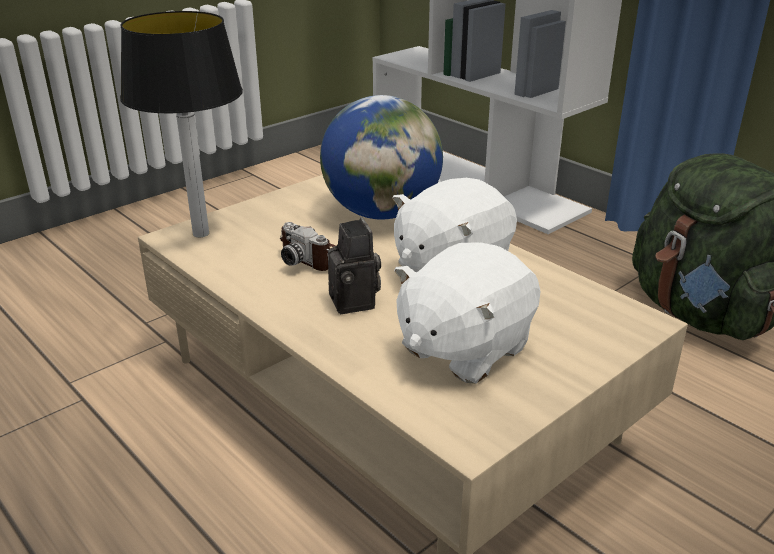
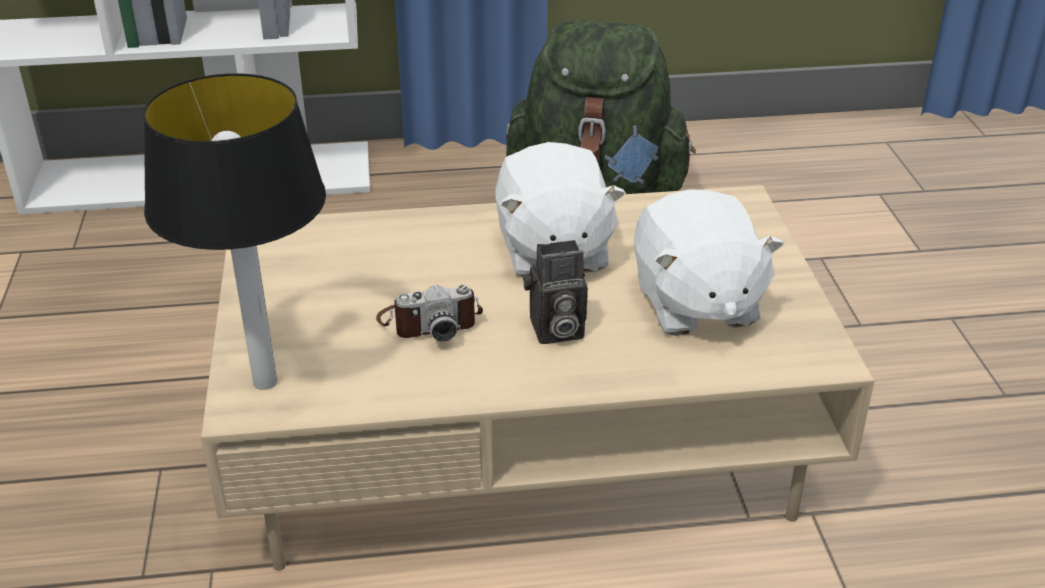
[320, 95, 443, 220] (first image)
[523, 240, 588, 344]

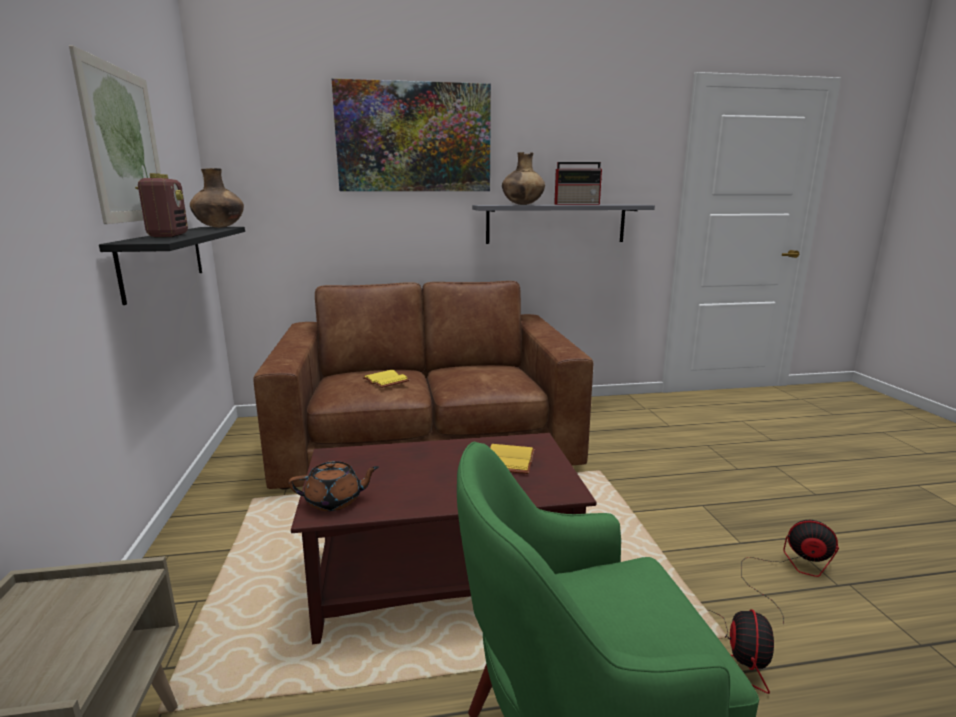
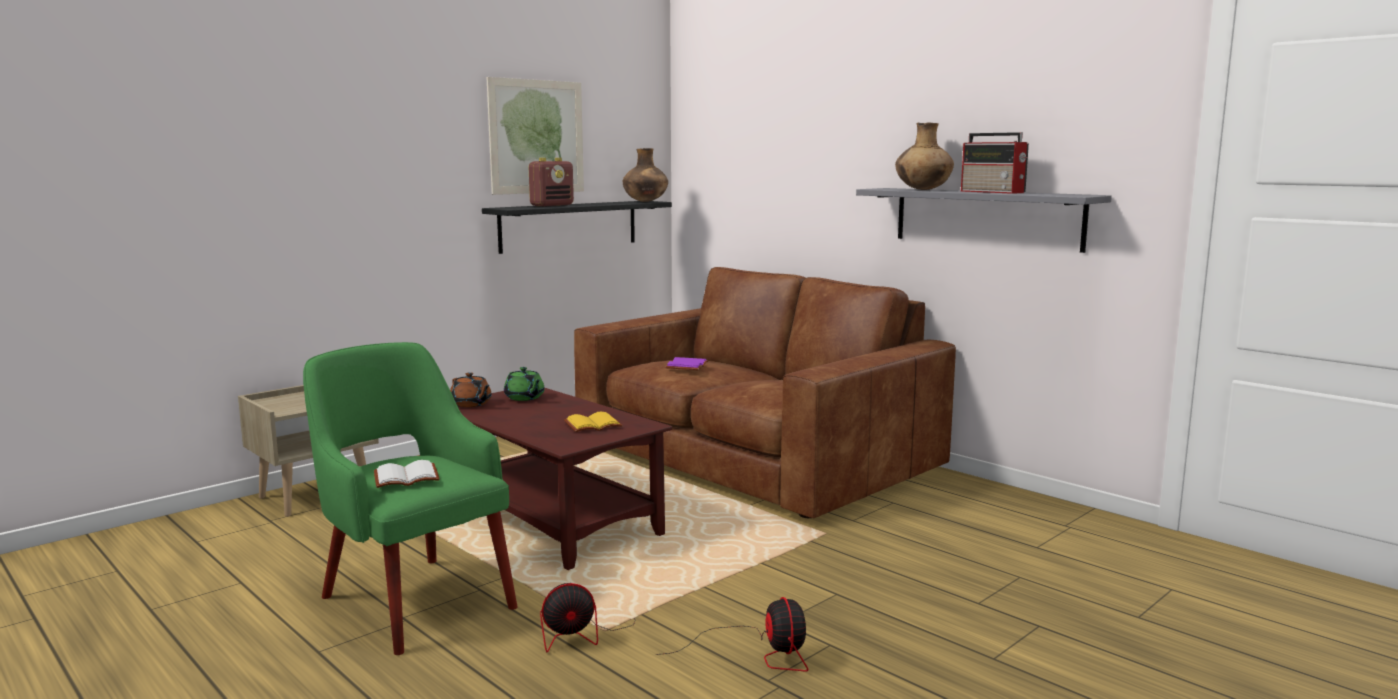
[331, 78, 491, 191] (first image)
[374, 460, 440, 488]
[504, 367, 545, 401]
[665, 357, 708, 370]

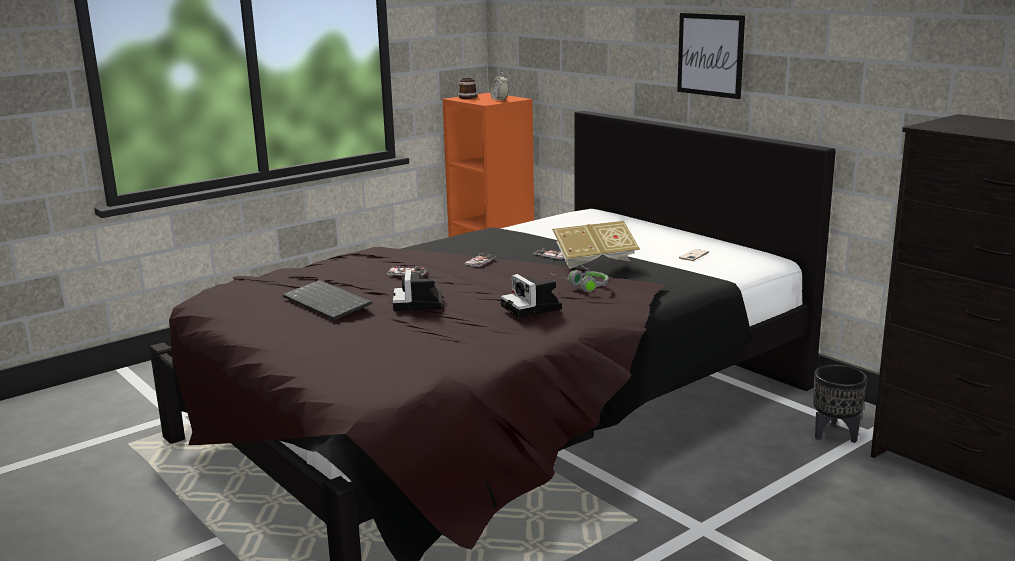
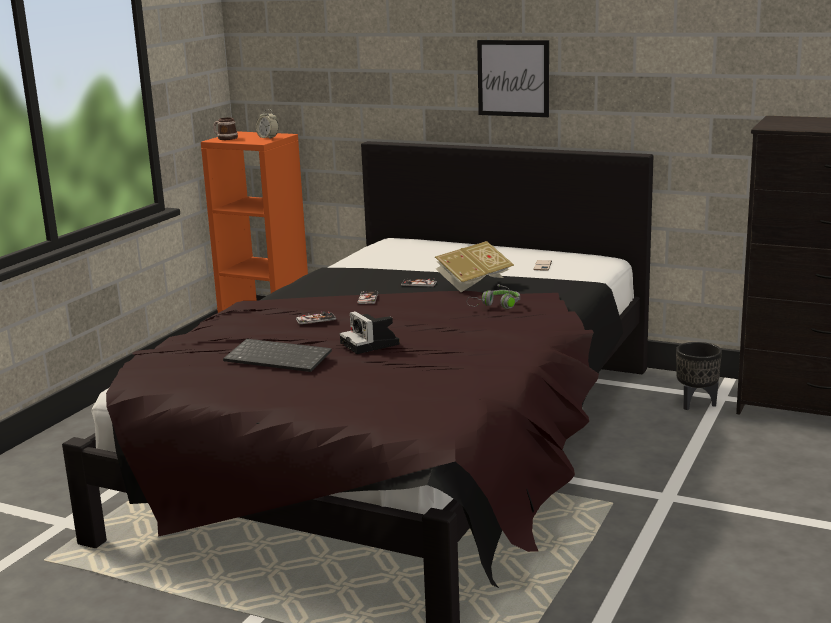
[501, 274, 562, 318] (first image)

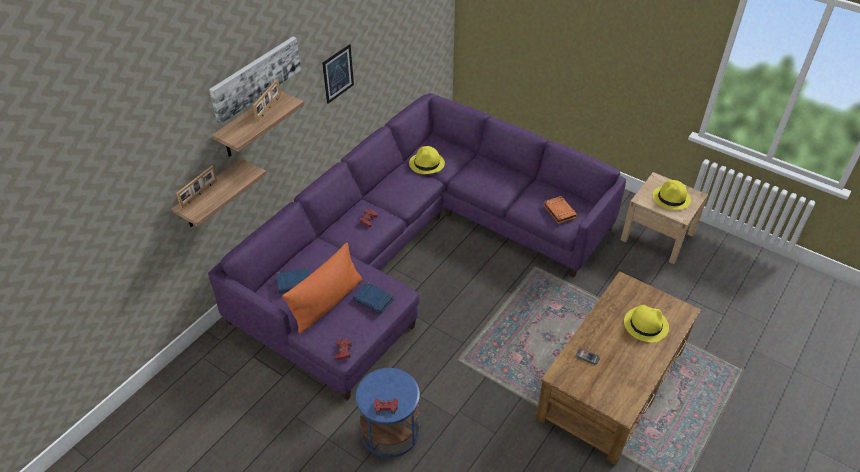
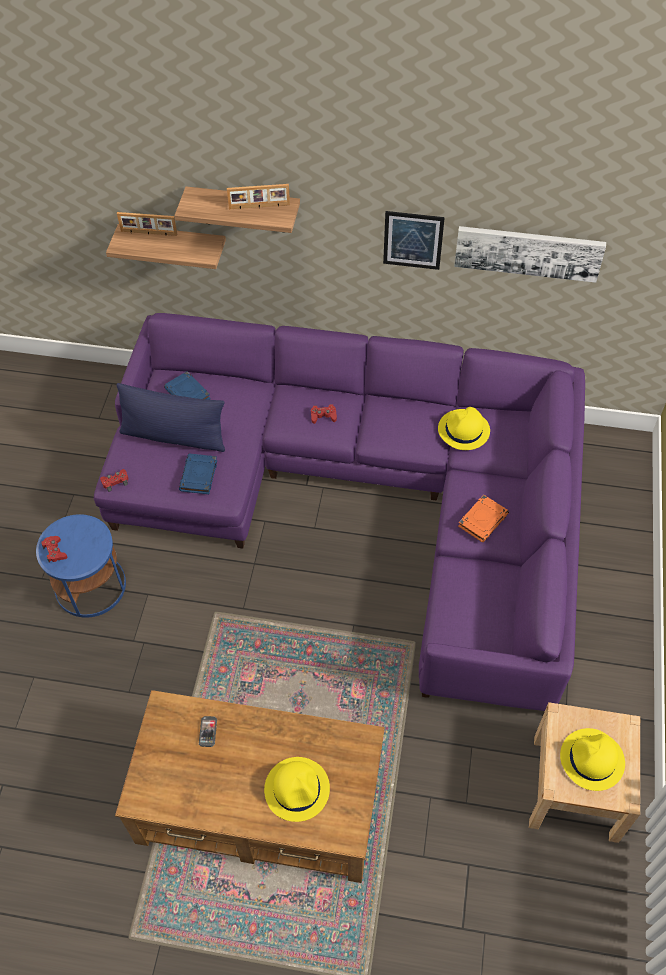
[454, 226, 606, 283]
[458, 495, 509, 542]
[117, 383, 225, 452]

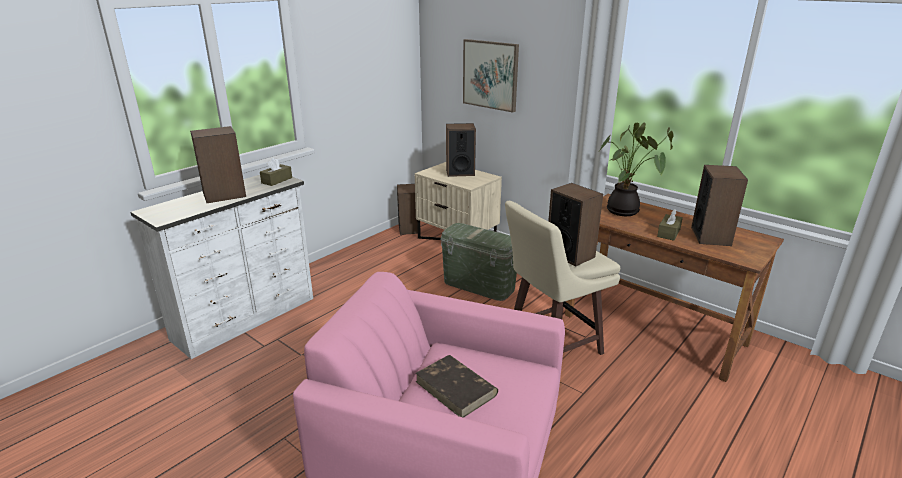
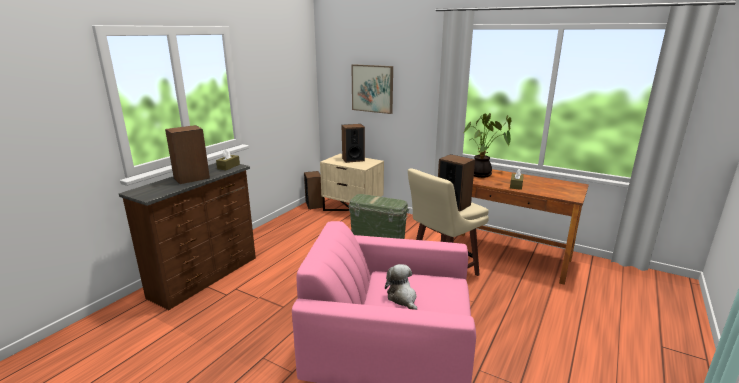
[691, 165, 748, 246] (first image)
[385, 264, 417, 310]
[119, 163, 256, 310]

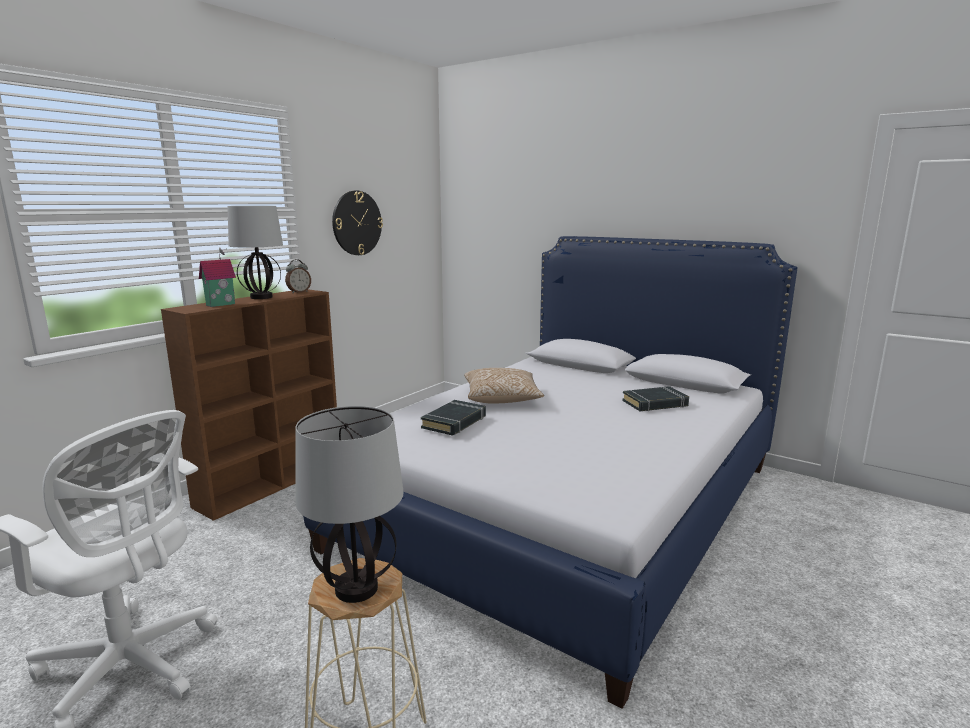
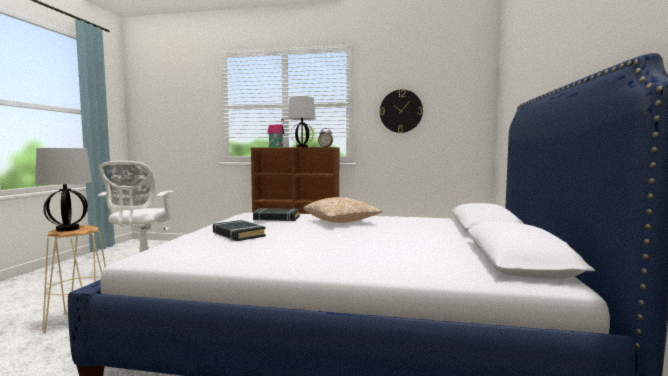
[213, 220, 266, 241]

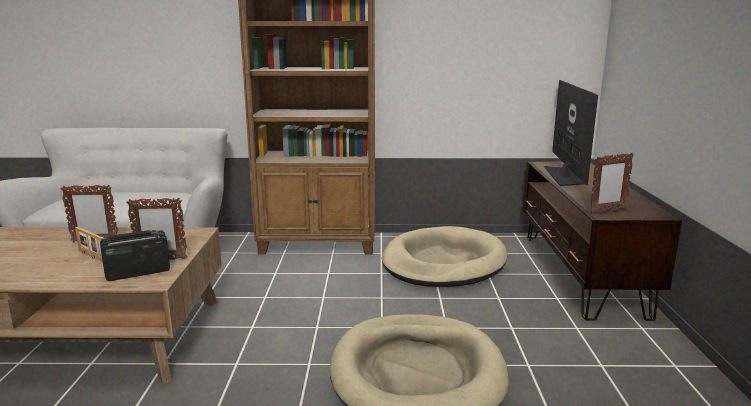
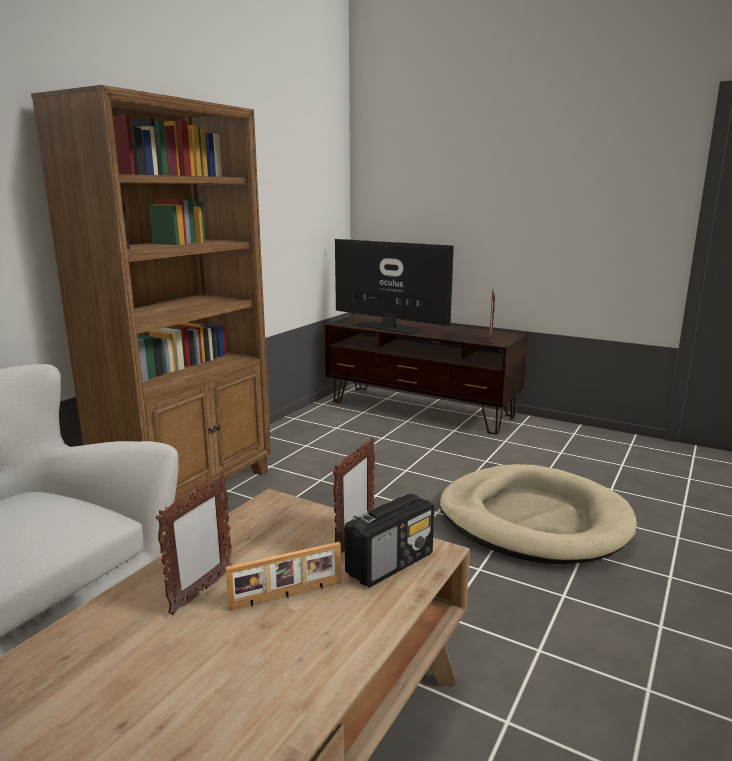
[382, 226, 507, 287] (first image)
[345, 493, 434, 587]

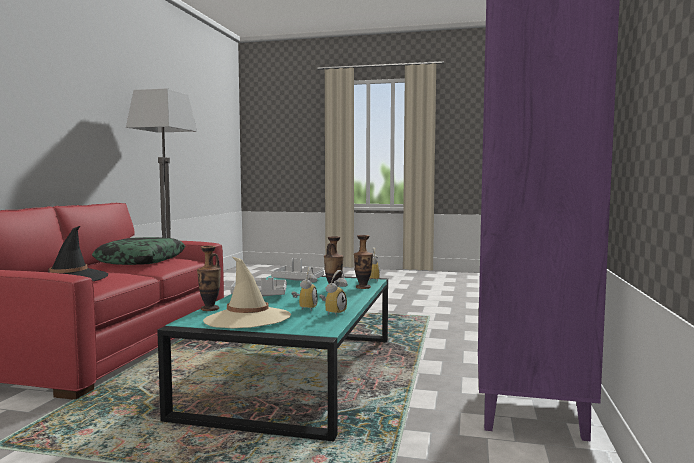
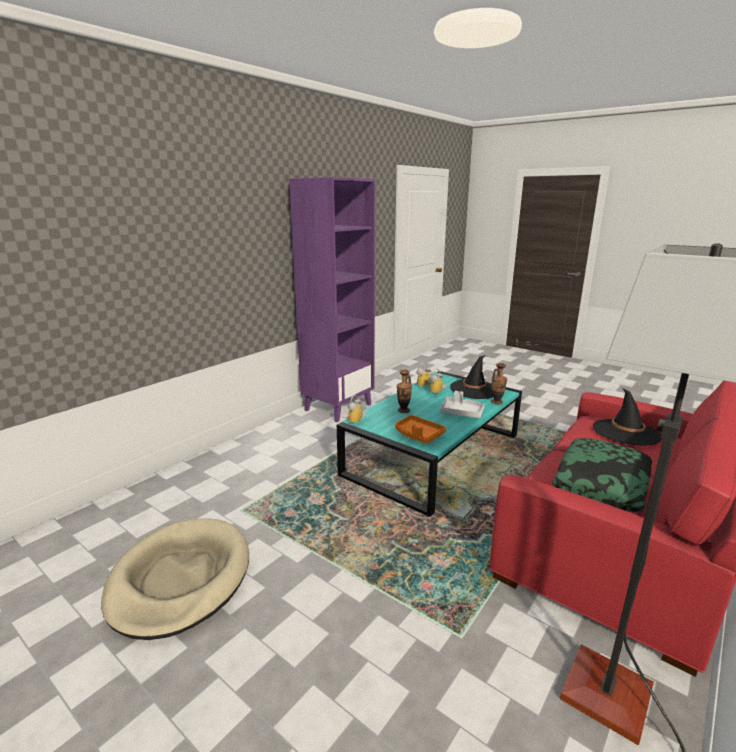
[354, 235, 373, 289] (first image)
[101, 518, 249, 640]
[450, 355, 493, 399]
[395, 415, 446, 444]

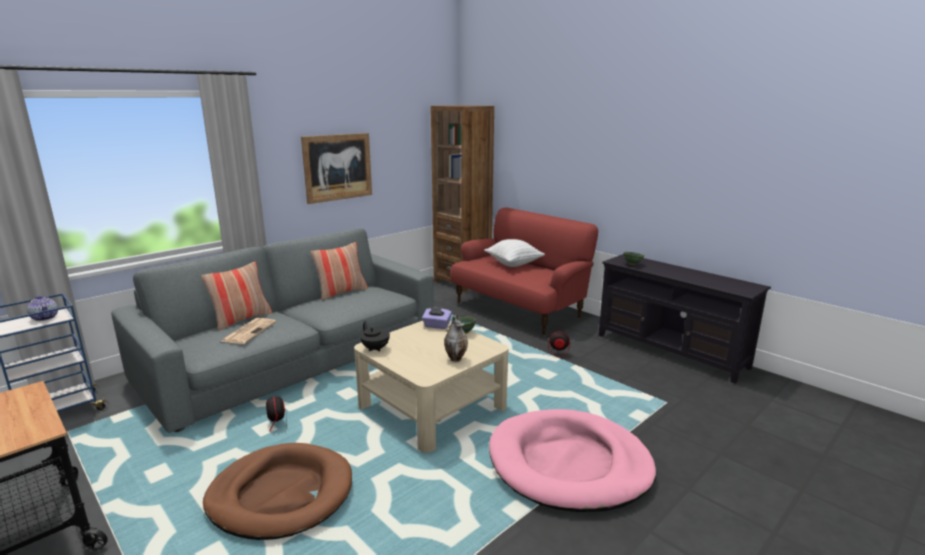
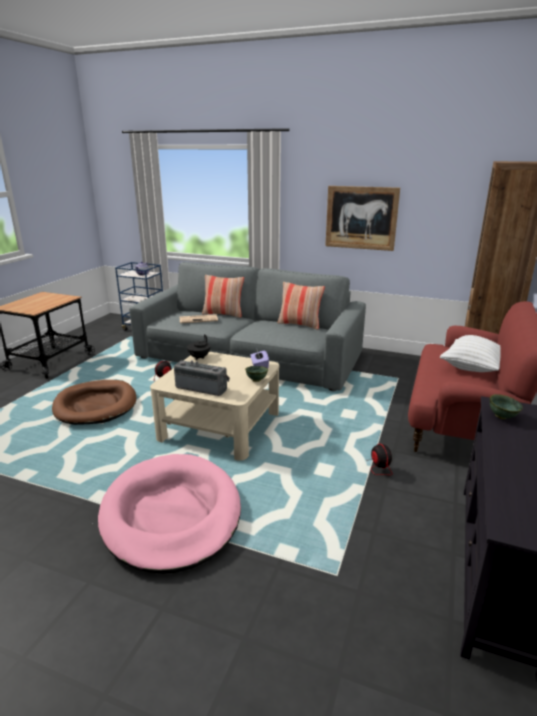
[174, 360, 230, 396]

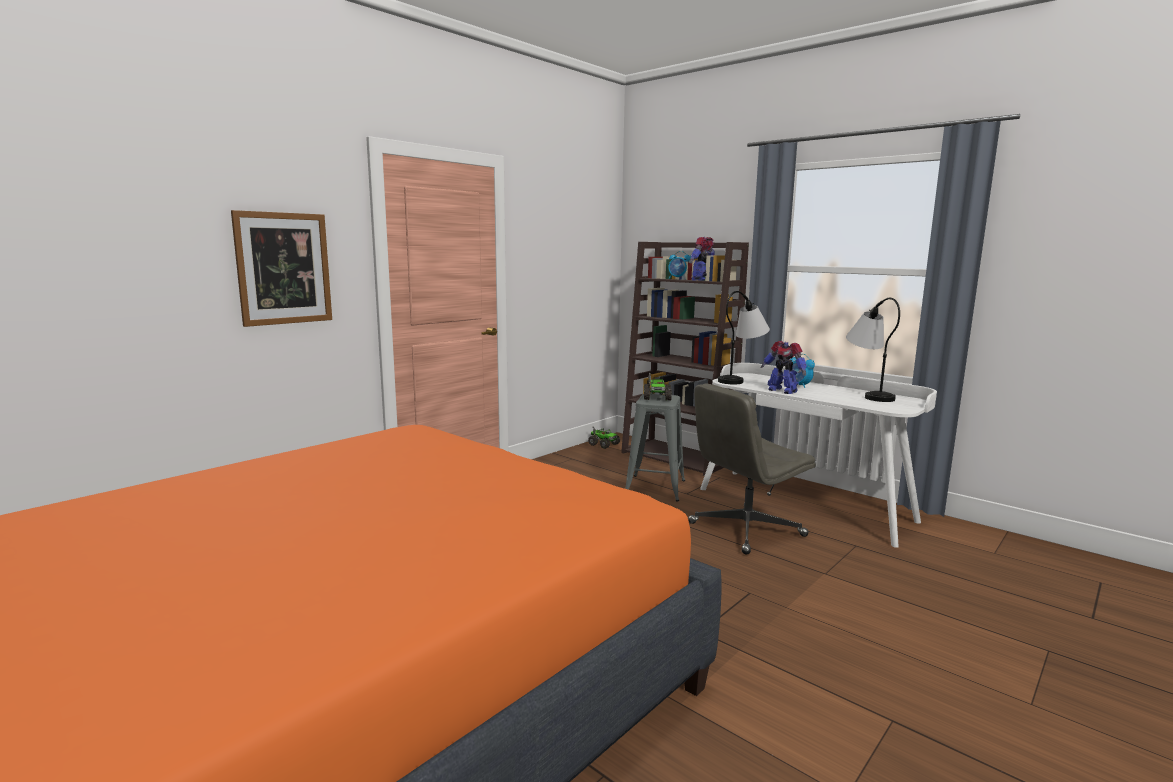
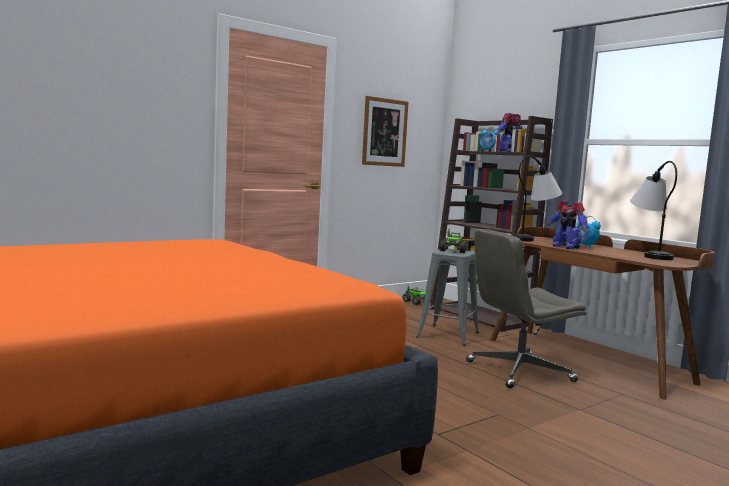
[362, 96, 408, 167]
[490, 227, 715, 400]

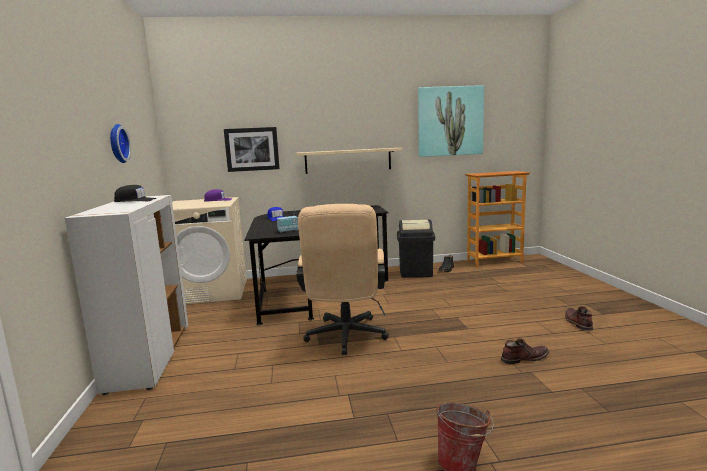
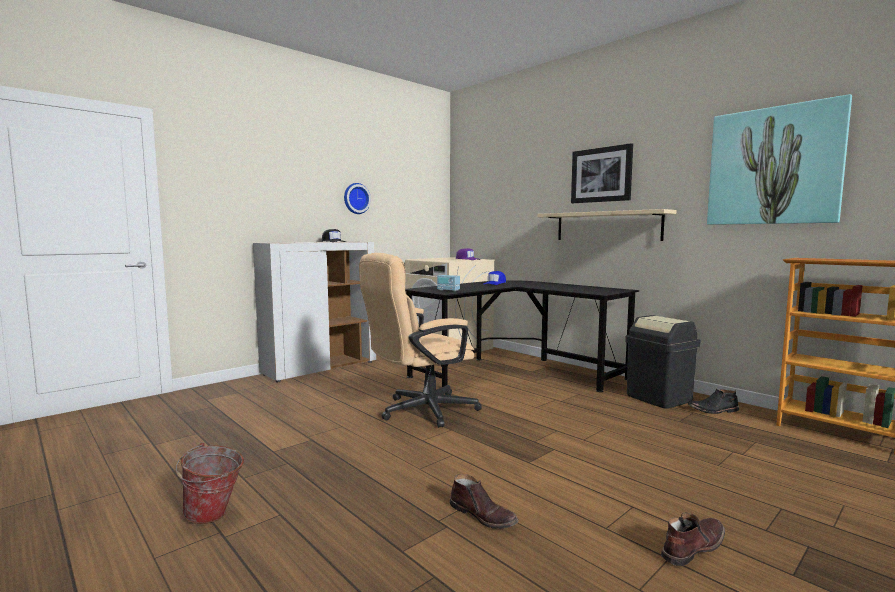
[571, 143, 633, 203]

